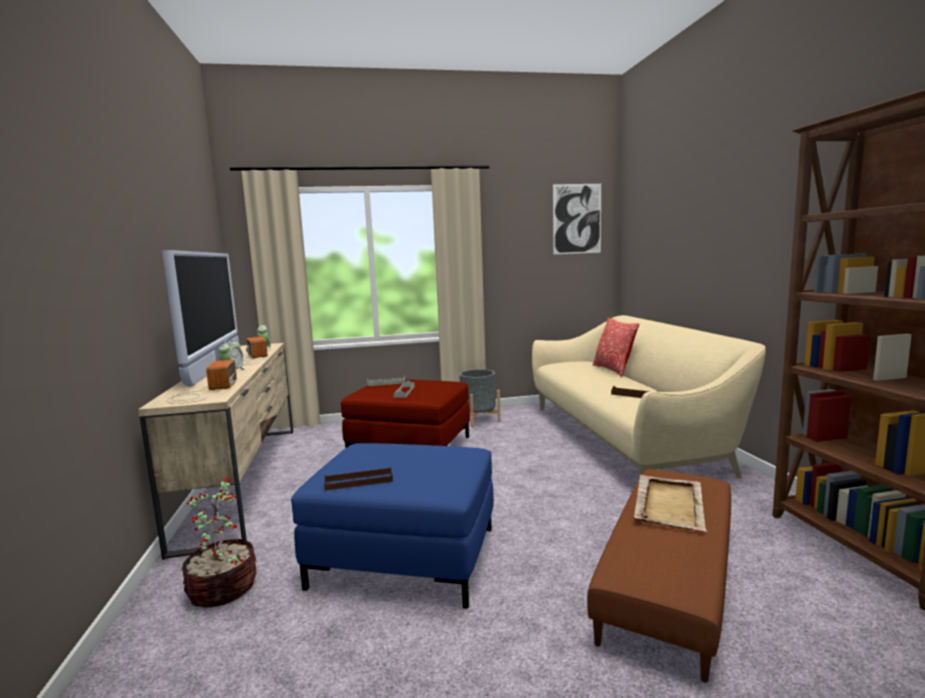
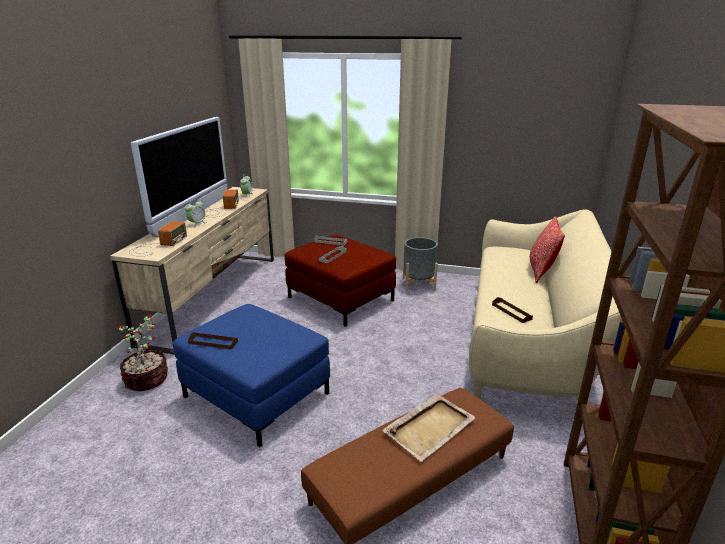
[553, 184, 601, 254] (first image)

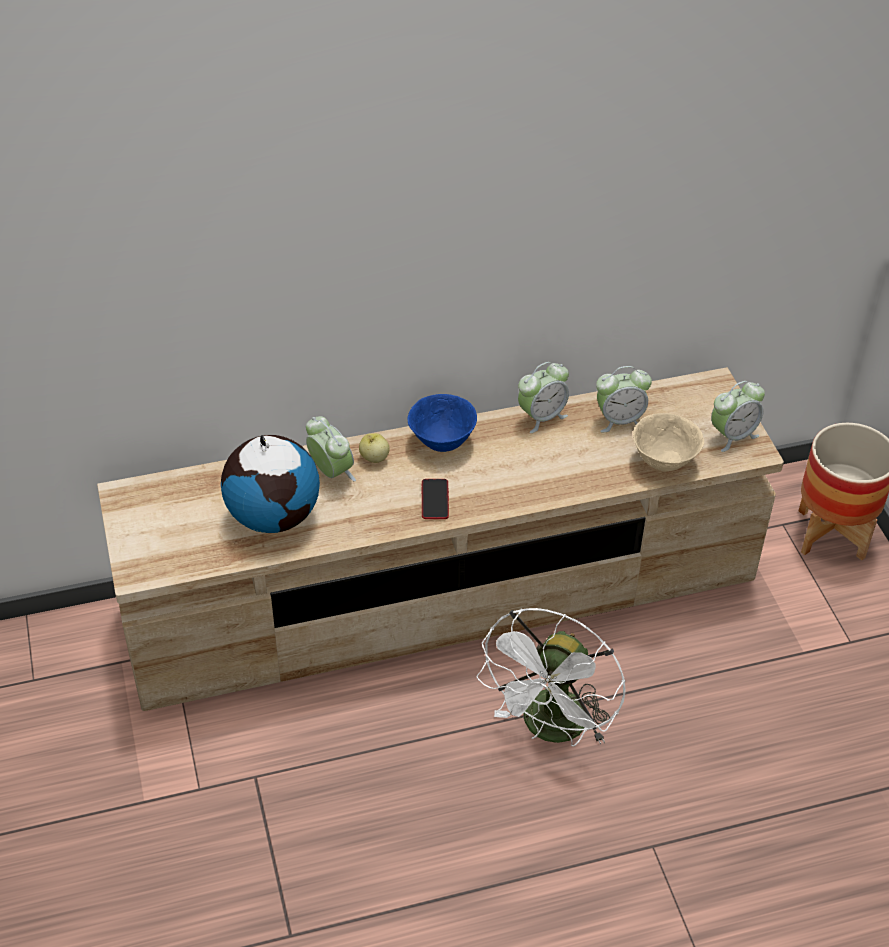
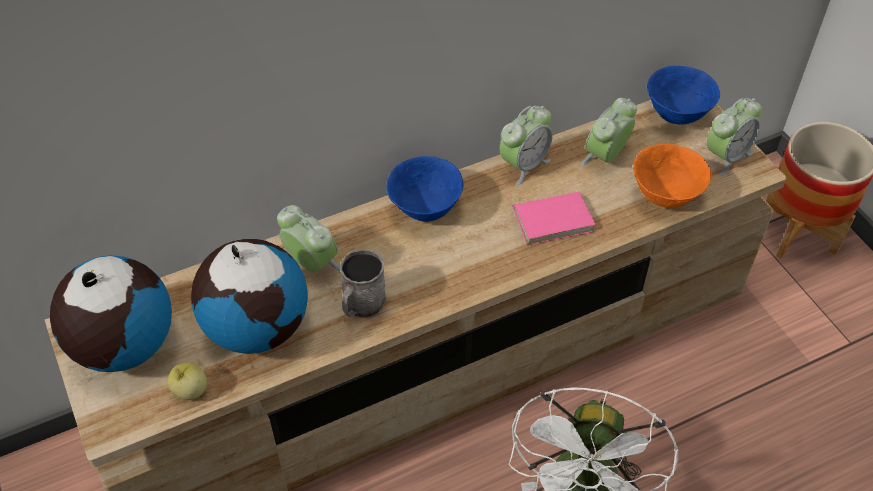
[421, 479, 449, 519] (first image)
[50, 255, 172, 372]
[340, 249, 386, 318]
[510, 192, 596, 244]
[647, 66, 720, 125]
[168, 362, 207, 400]
[633, 144, 712, 208]
[581, 98, 637, 166]

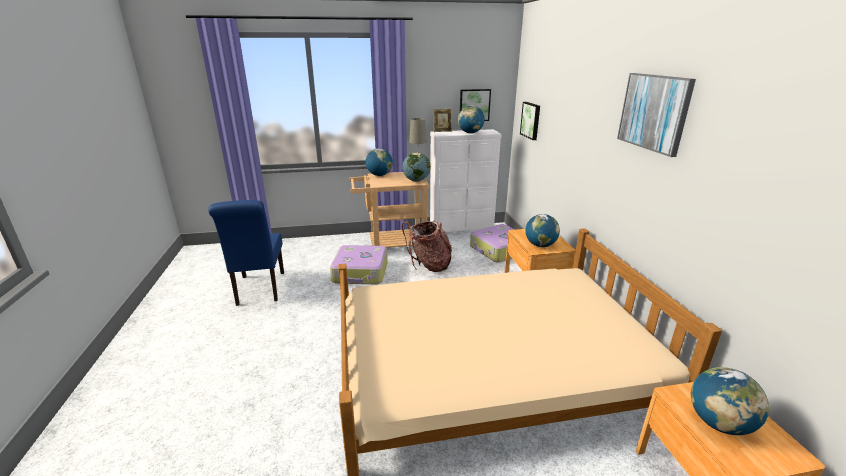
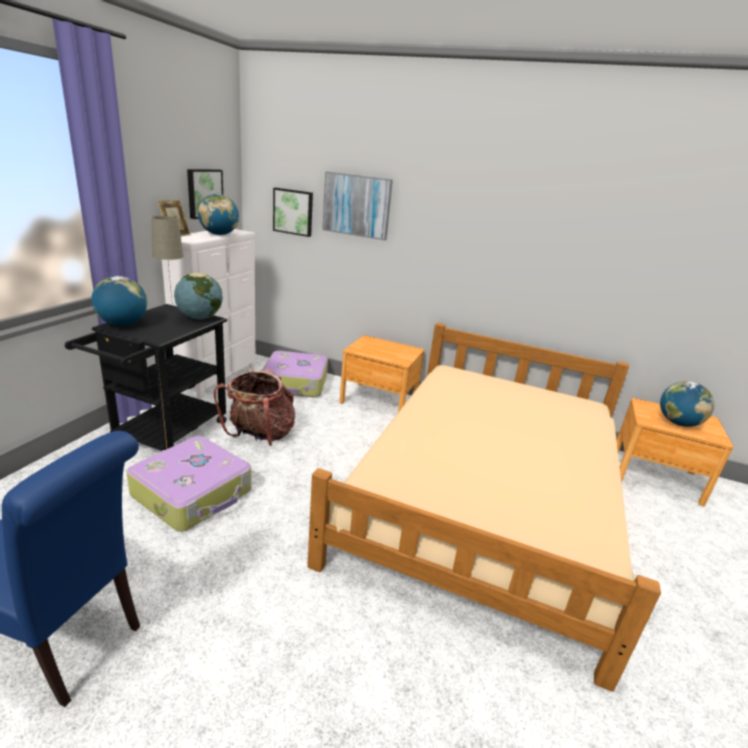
[525, 214, 560, 247] (first image)
[322, 172, 393, 240]
[65, 304, 227, 451]

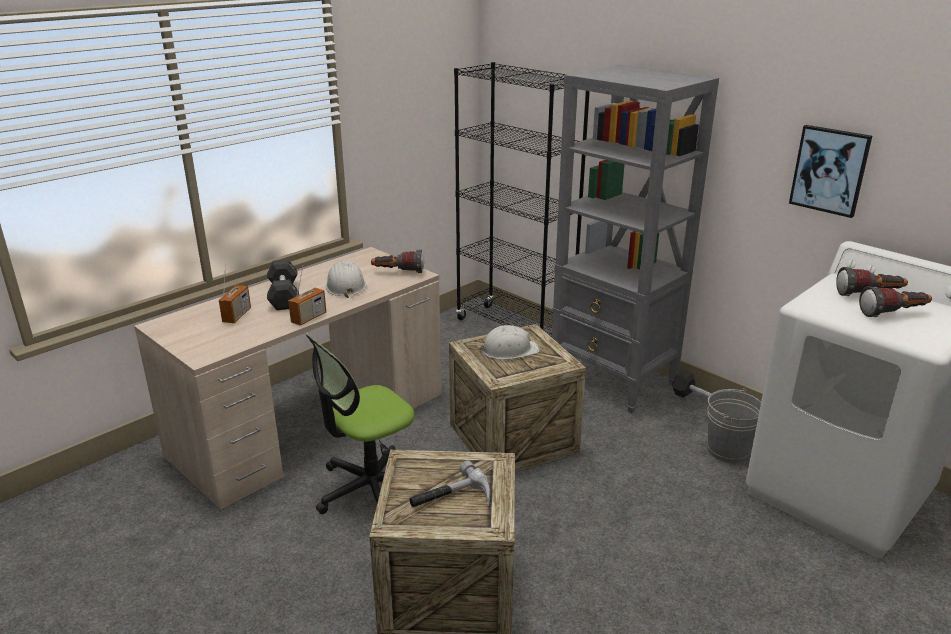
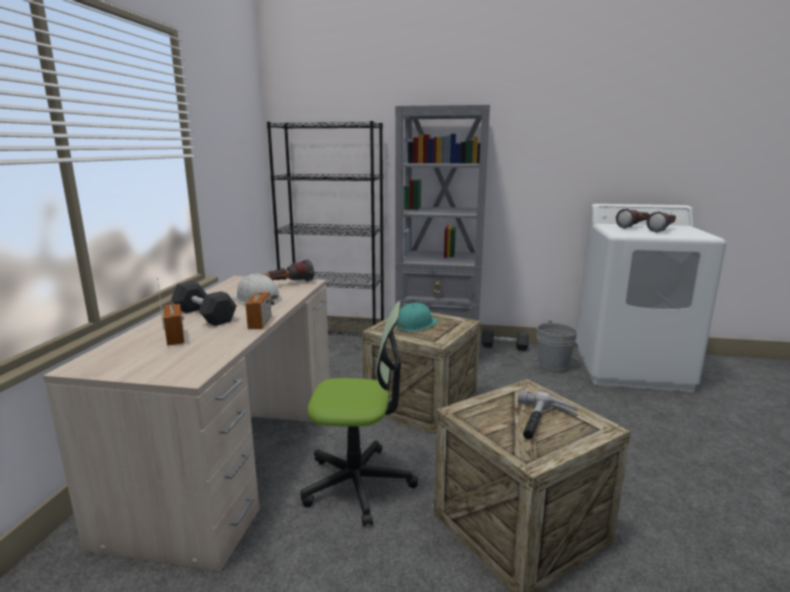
[789, 125, 872, 218] (first image)
[395, 303, 439, 331]
[301, 301, 418, 527]

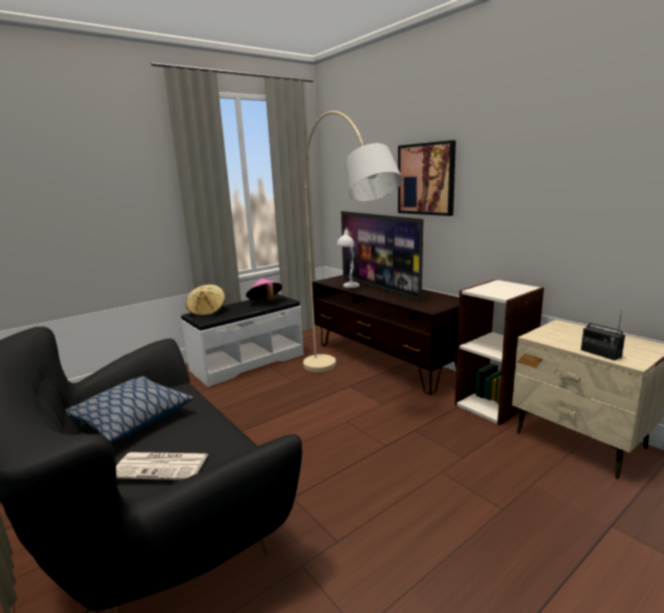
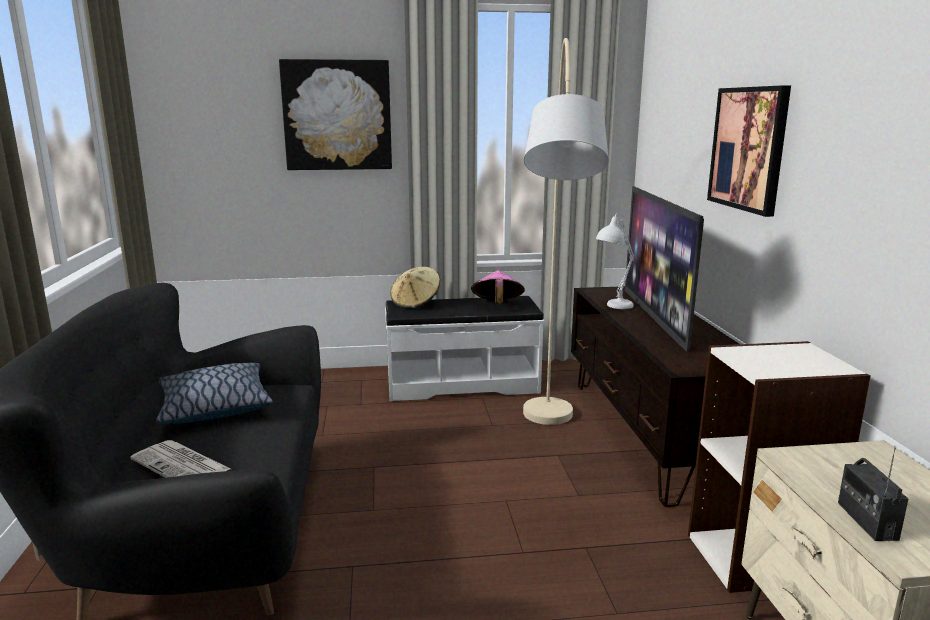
[279, 59, 392, 170]

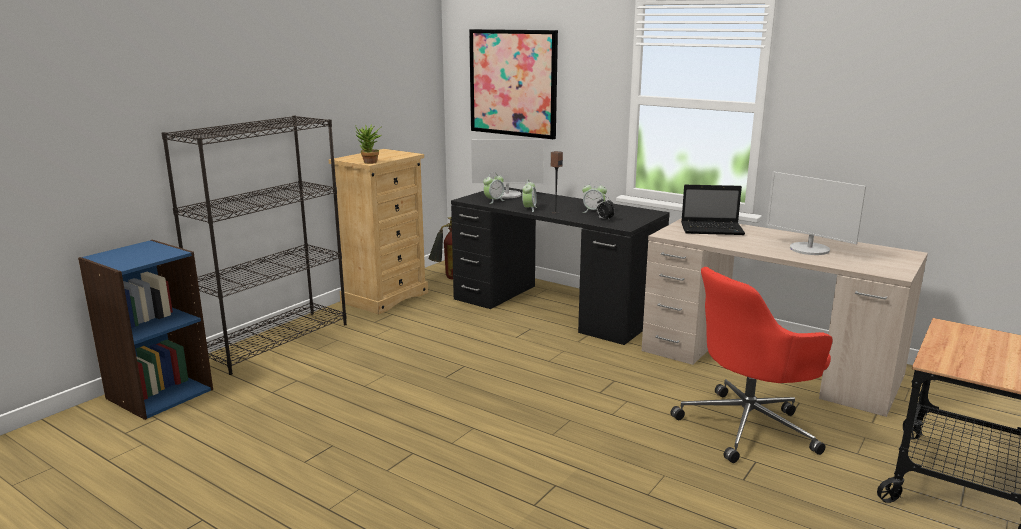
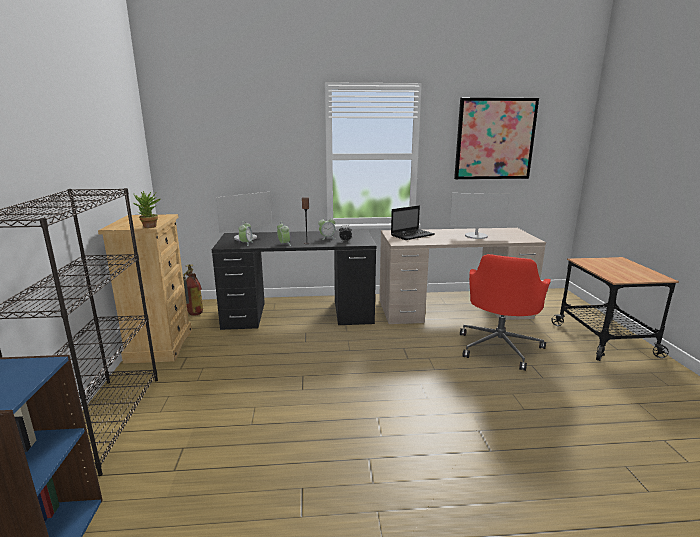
[454, 98, 539, 179]

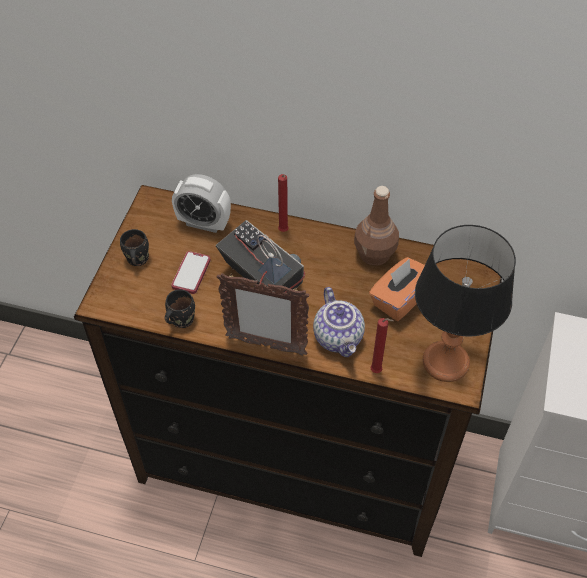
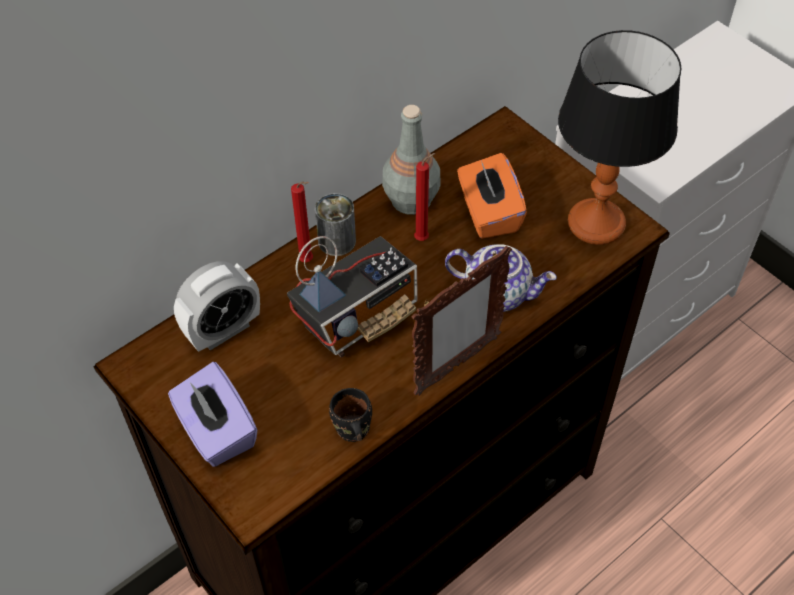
[171, 251, 211, 294] (first image)
[315, 193, 356, 256]
[414, 153, 435, 241]
[168, 362, 257, 467]
[382, 105, 440, 215]
[287, 236, 418, 358]

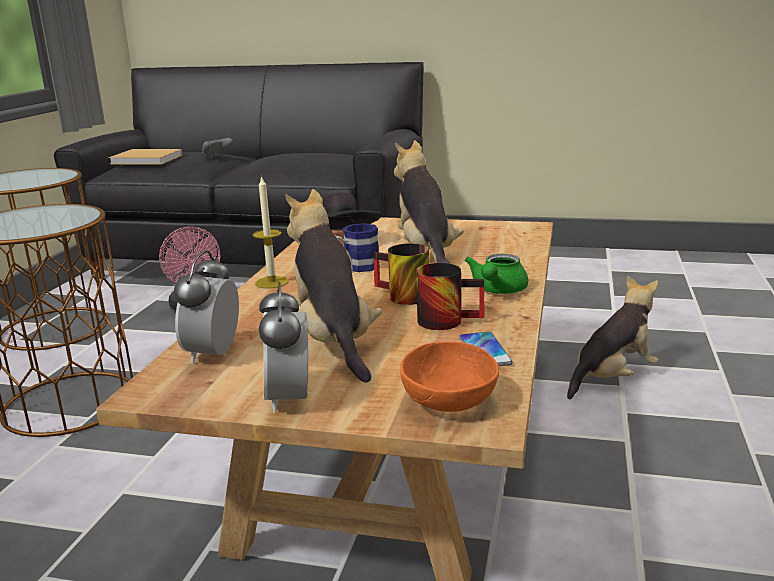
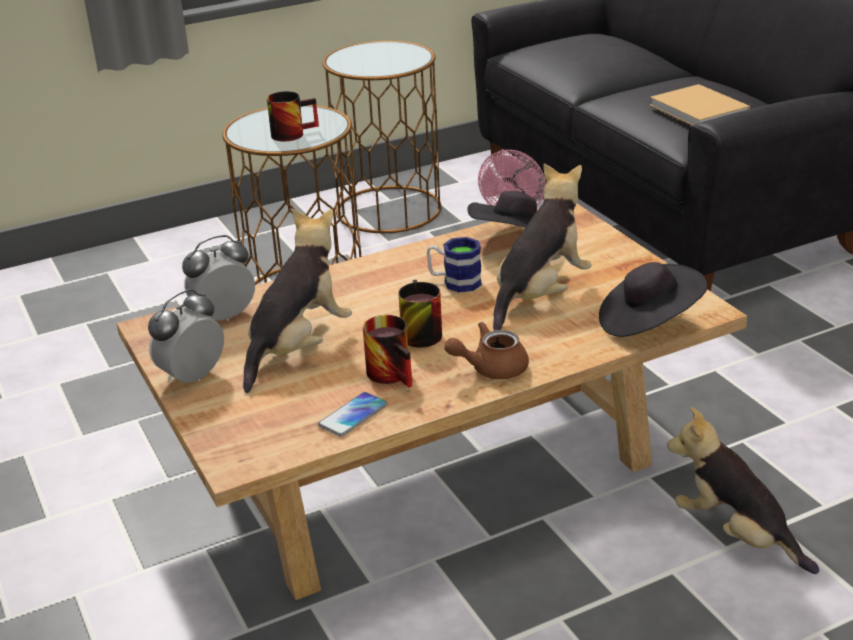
[202, 138, 233, 158] (first image)
[253, 175, 289, 288] (first image)
[400, 342, 499, 412] (first image)
[267, 91, 319, 141]
[599, 262, 708, 337]
[649, 84, 750, 126]
[444, 322, 529, 379]
[667, 407, 820, 574]

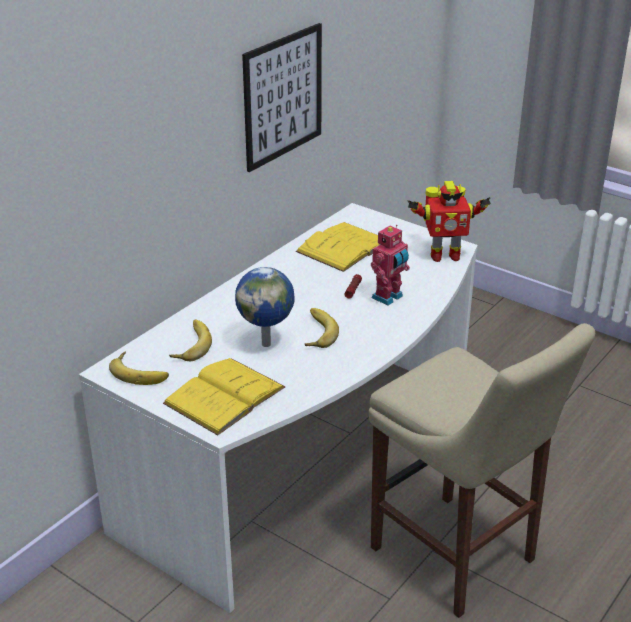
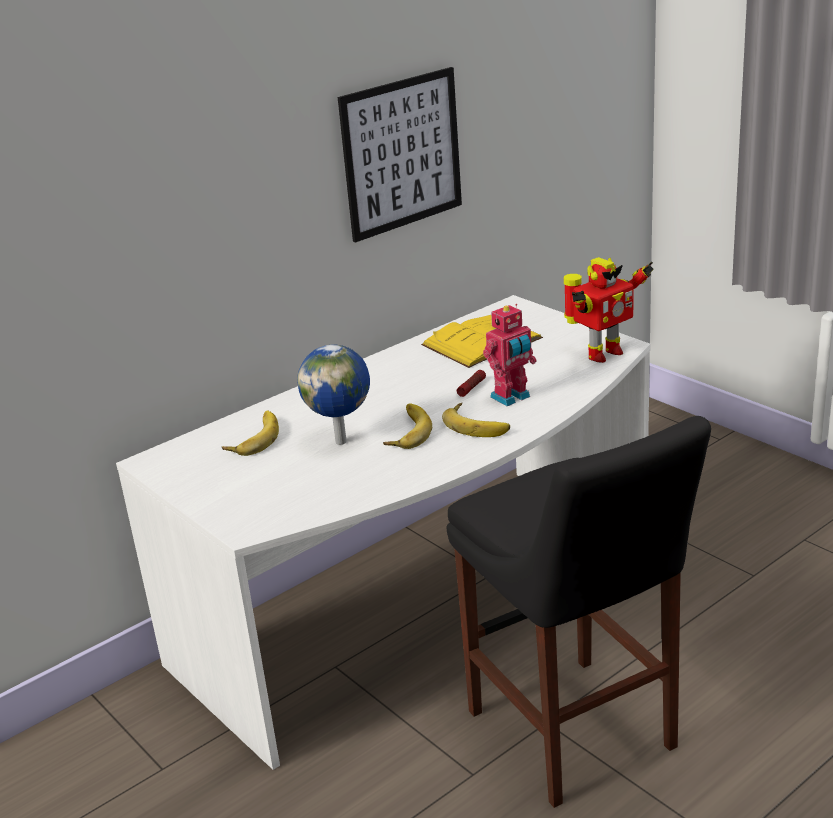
[163, 358, 286, 435] (first image)
[442, 402, 510, 437]
[446, 416, 711, 808]
[564, 257, 654, 363]

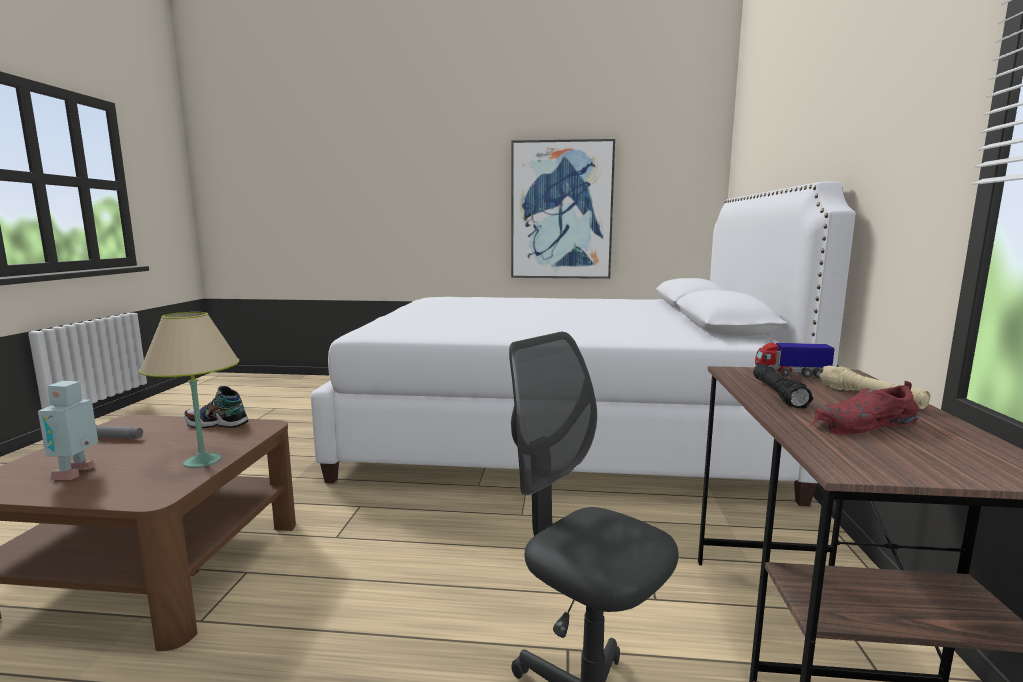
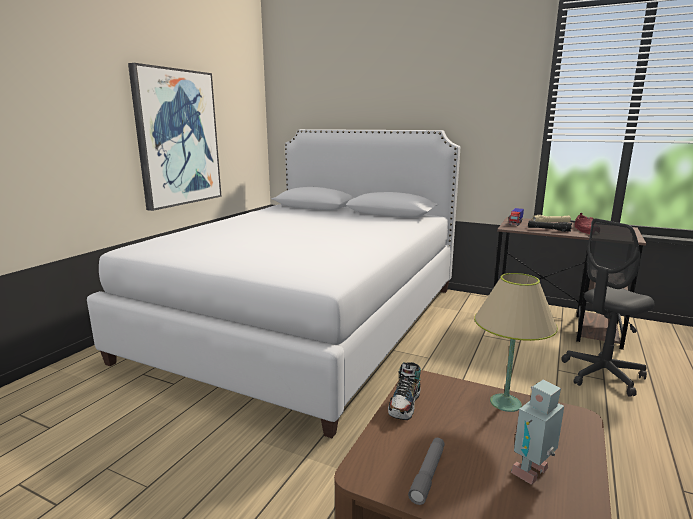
[511, 380, 564, 485]

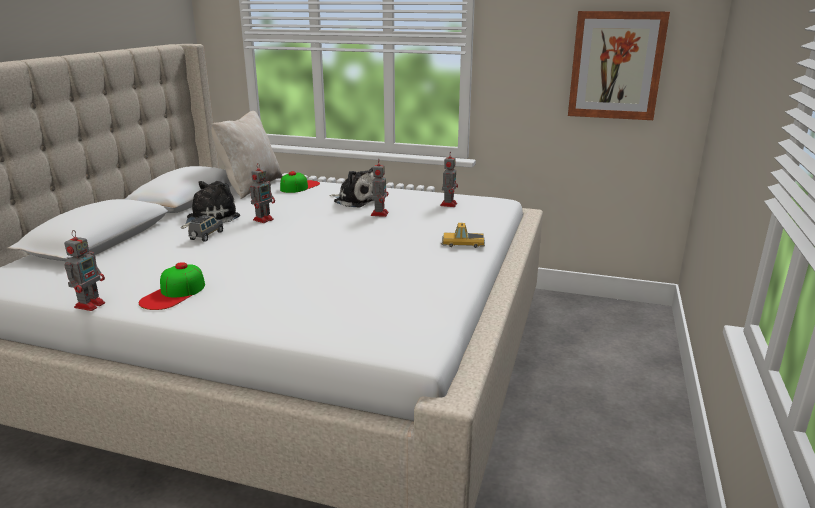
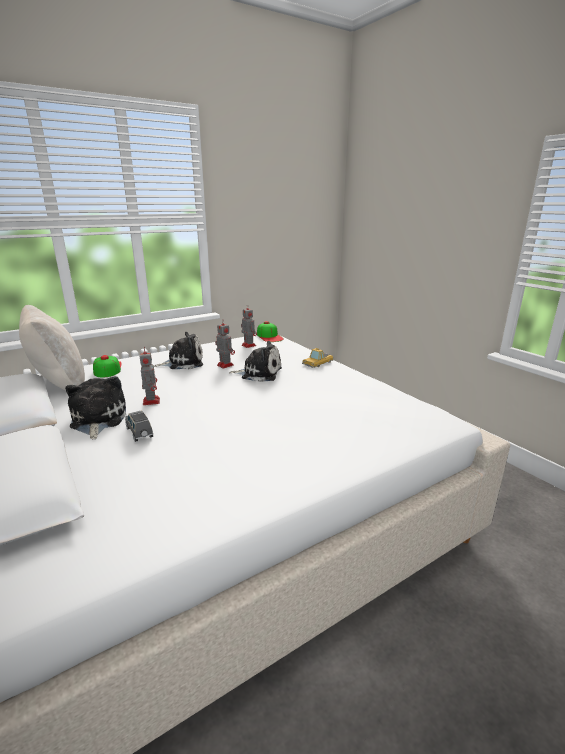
[64, 230, 105, 311] (first image)
[568, 11, 670, 120] (first image)
[229, 341, 282, 382]
[257, 321, 284, 342]

